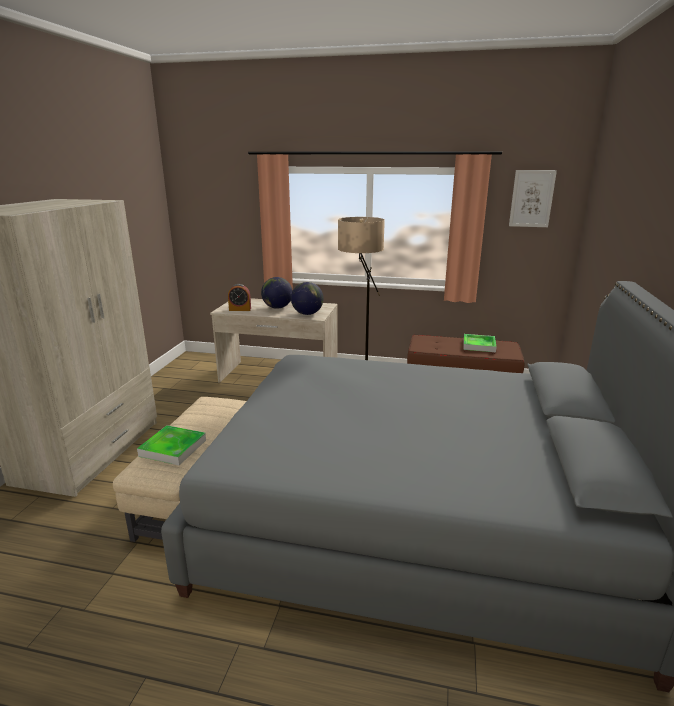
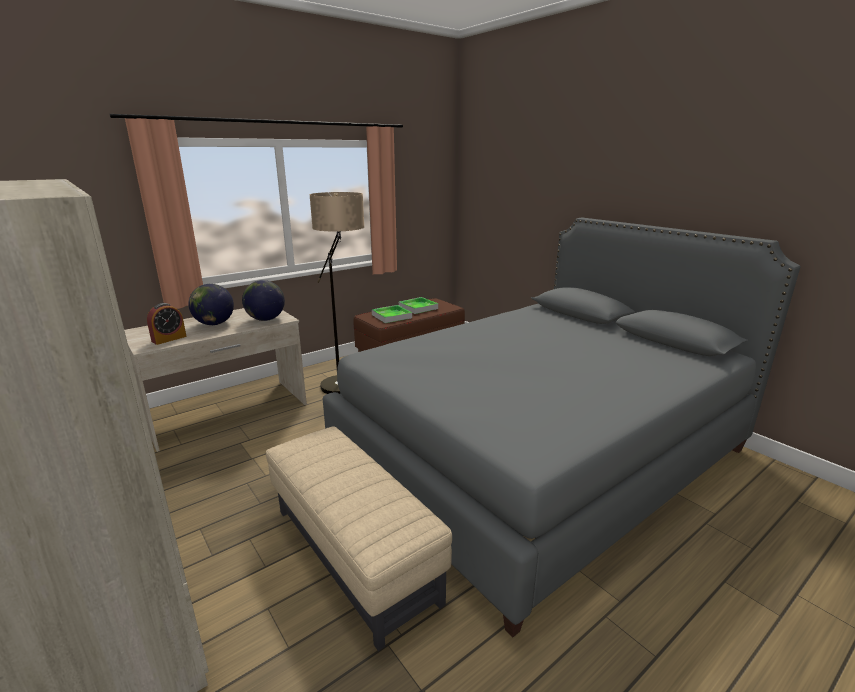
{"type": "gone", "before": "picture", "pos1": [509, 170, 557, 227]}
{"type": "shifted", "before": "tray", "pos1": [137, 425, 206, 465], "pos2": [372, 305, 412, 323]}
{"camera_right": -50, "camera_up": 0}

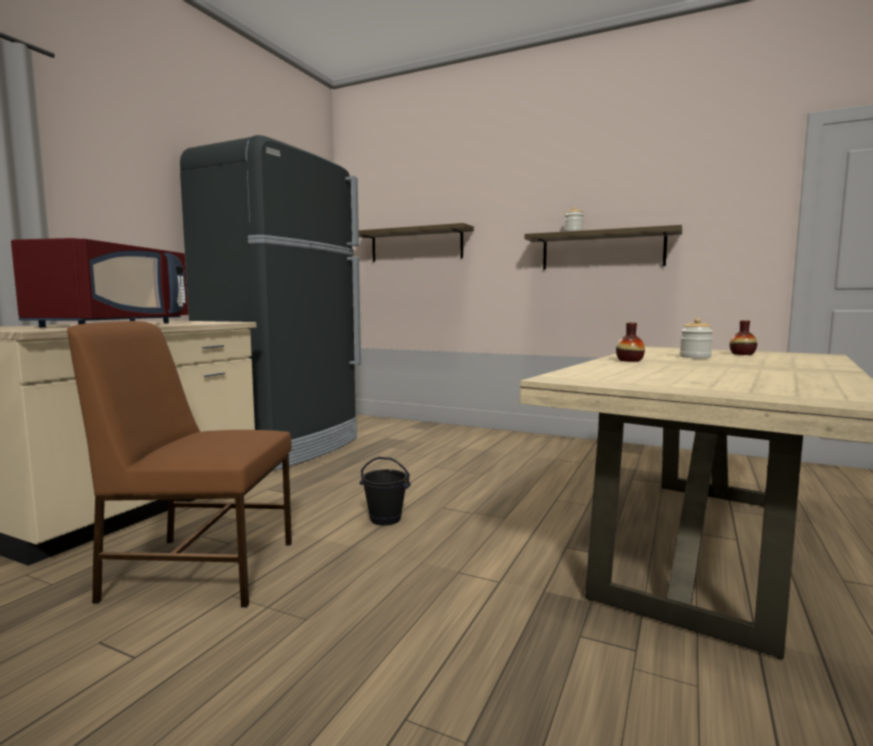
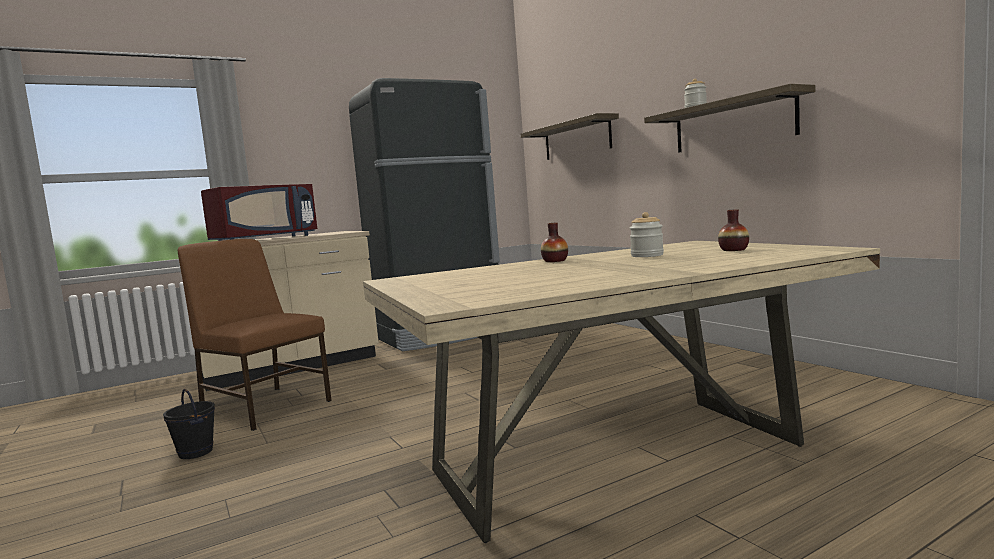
{"type": "shifted", "before": "bucket (black)", "pos1": [359, 457, 411, 525], "pos2": [163, 389, 215, 459]}
{"camera_right": 35, "camera_up": 0}

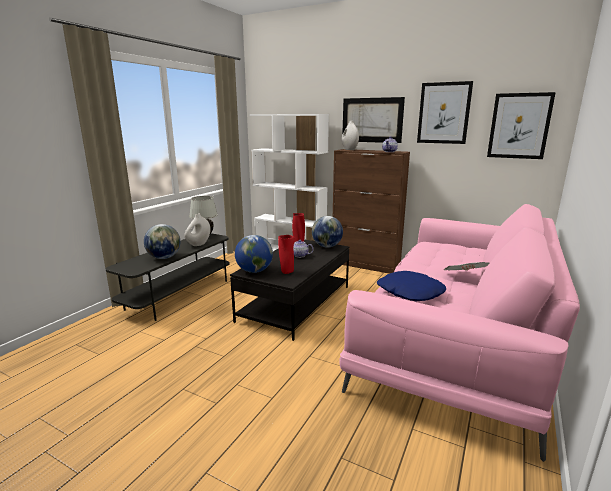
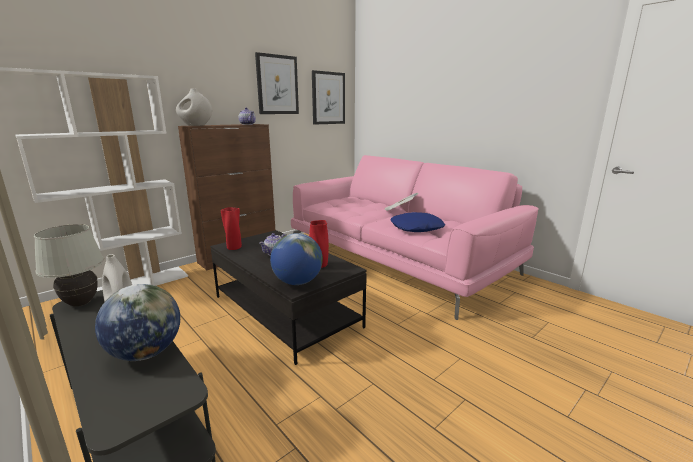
{"type": "gone", "before": "picture", "pos1": [342, 97, 405, 143]}
{"type": "gone", "before": "globe", "pos1": [312, 216, 343, 248]}
{"camera_right": -70, "camera_up": 0}

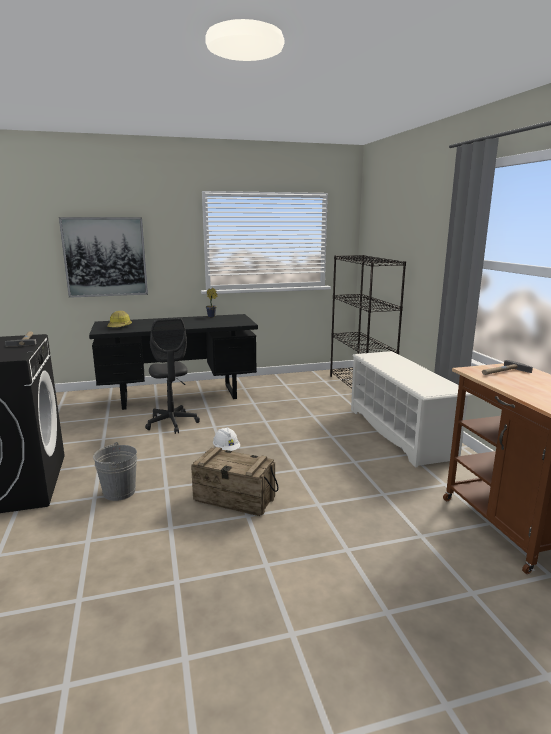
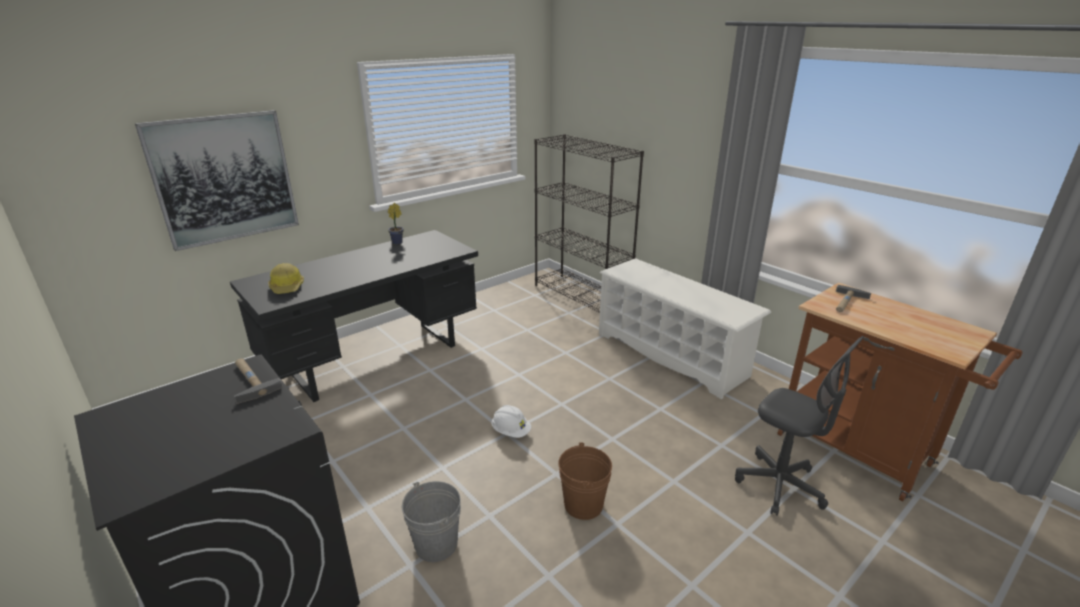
{"type": "shifted", "before": "office chair (grey)", "pos1": [145, 318, 200, 434], "pos2": [735, 336, 864, 516]}
{"type": "swapped", "before": "crate", "after": "bucket (brown)", "pos1": [191, 447, 279, 516], "pos2": [558, 442, 612, 520]}
{"camera_right": -25, "camera_up": 10}

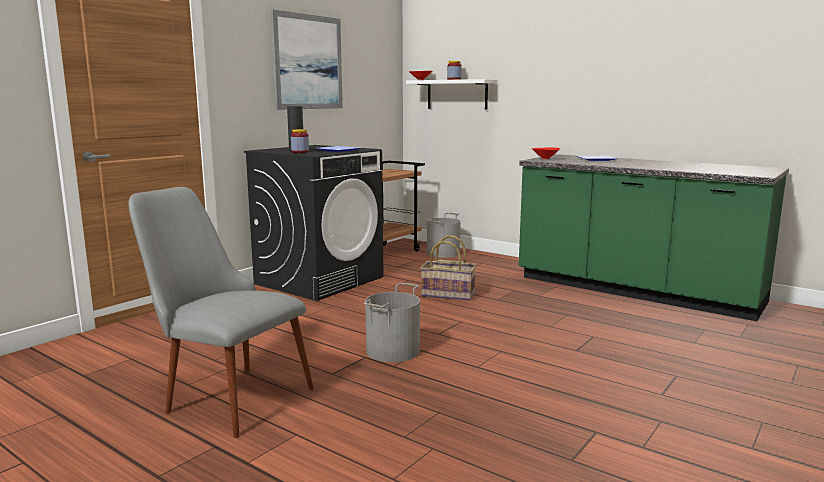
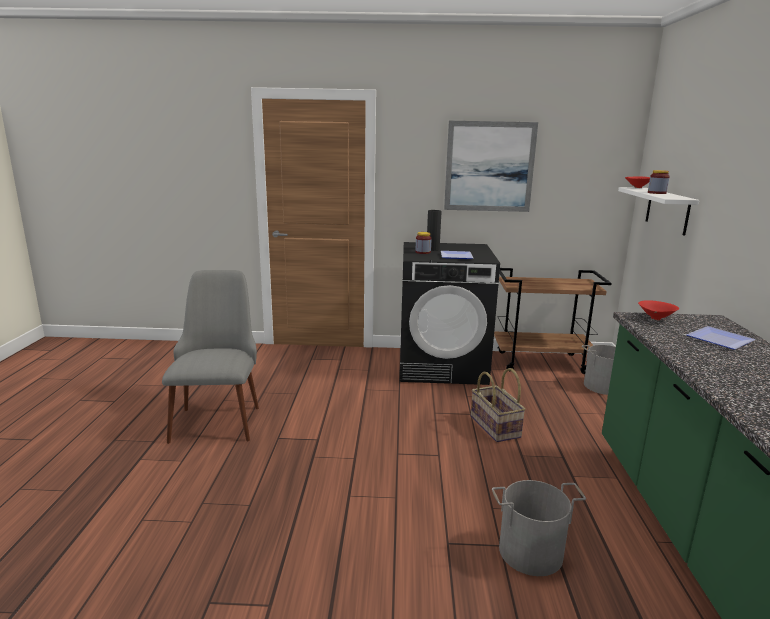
{"type": "shifted", "before": "bucket (grey)", "pos1": [364, 283, 420, 362], "pos2": [492, 480, 586, 576]}
{"camera_right": 55, "camera_up": 5}

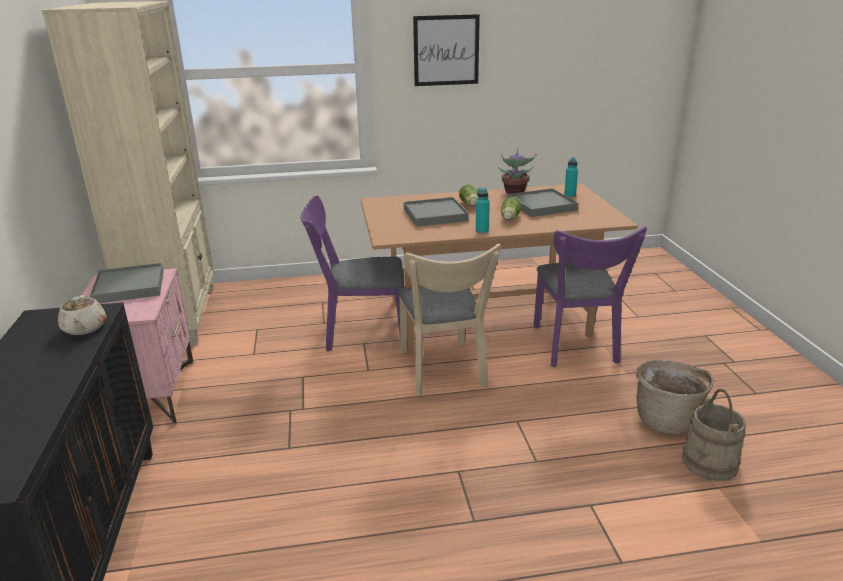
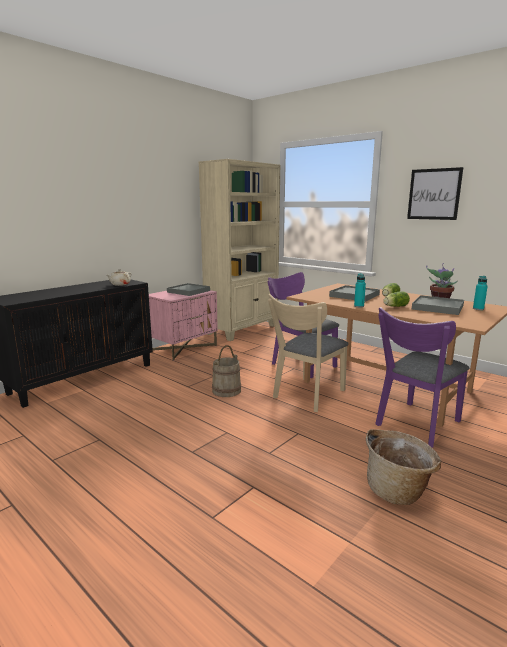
{"type": "shifted", "before": "bucket (beige)", "pos1": [682, 389, 746, 481], "pos2": [212, 345, 241, 397]}
{"camera_right": 50, "camera_up": -10}

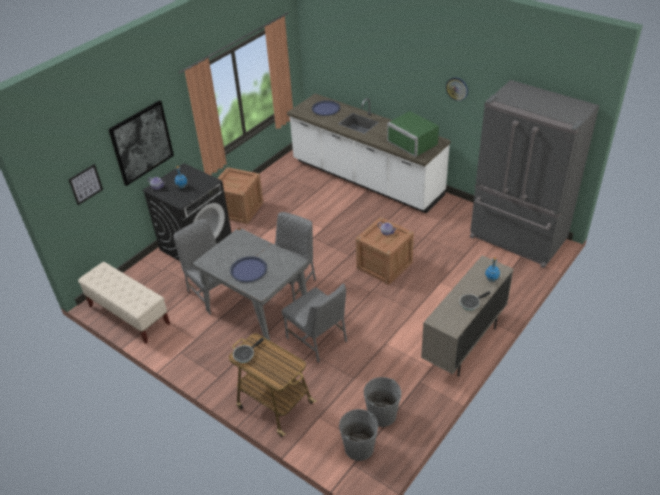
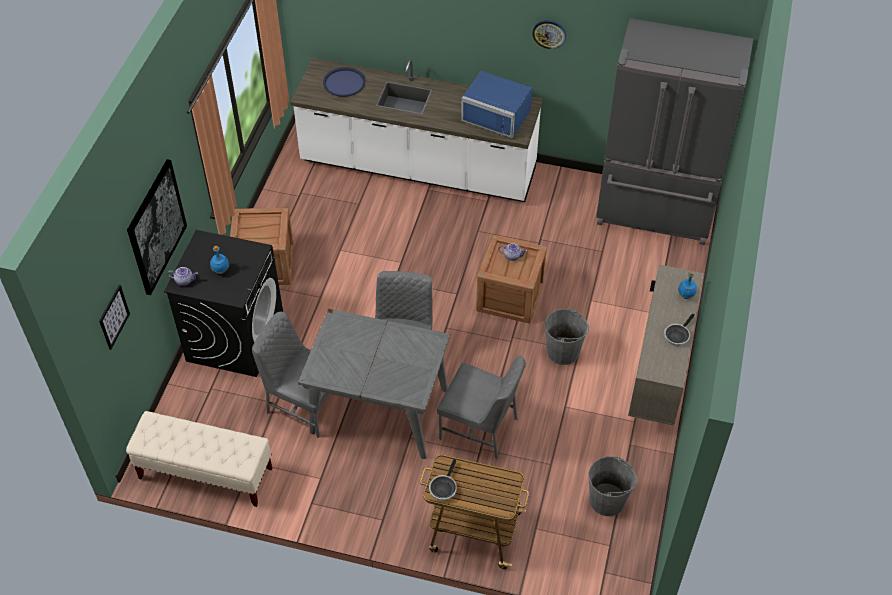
{"type": "repainted", "before": "microwave (green)", "after": "microwave (blue)", "pos1": [387, 111, 439, 157], "pos2": [461, 71, 532, 138]}
{"type": "gone", "before": "tray (blue)", "pos1": [230, 256, 267, 282]}
{"type": "shifted", "before": "bucket (grey)", "pos1": [339, 409, 378, 461], "pos2": [545, 309, 589, 365]}
{"camera_right": -25, "camera_up": 10}

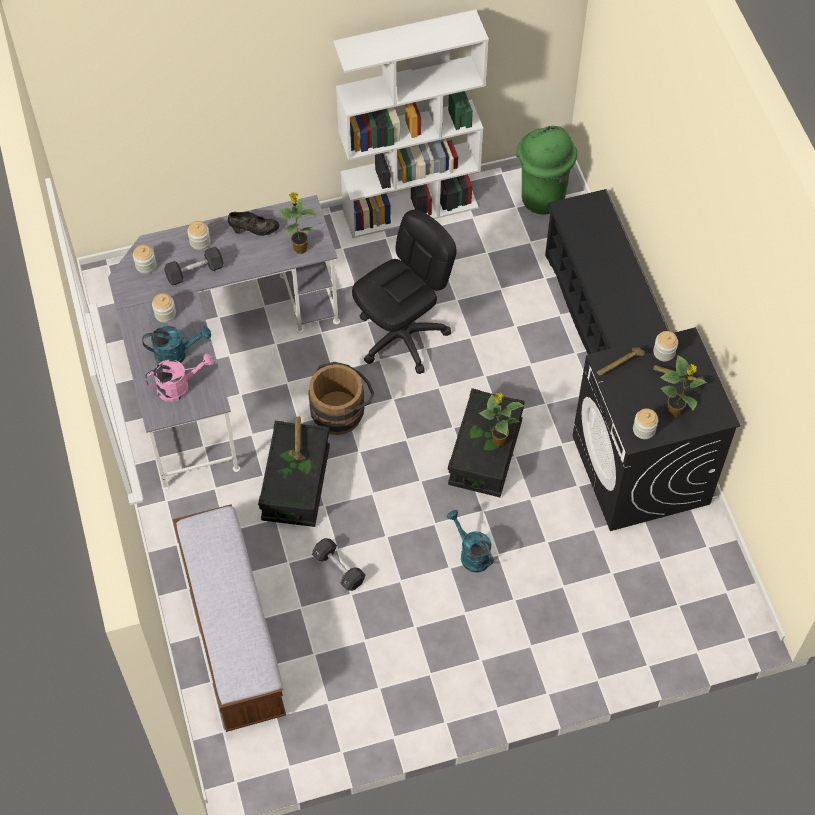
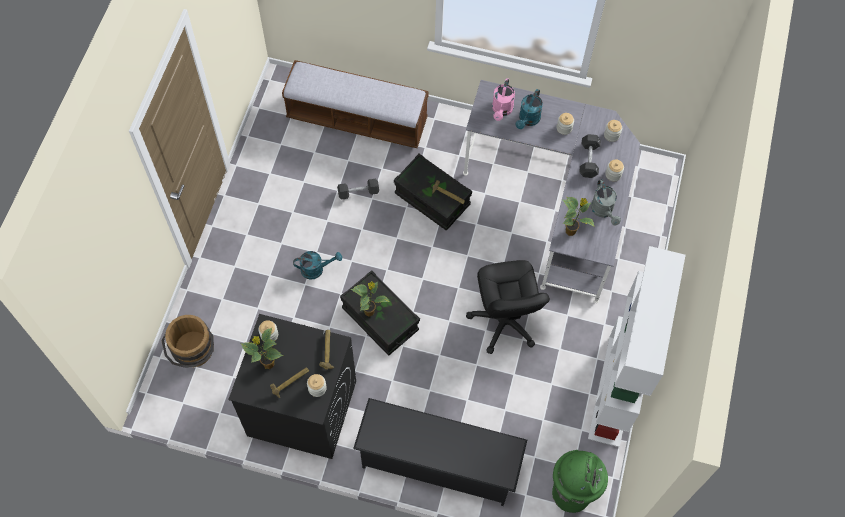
{"type": "swapped", "before": "shoe (black)", "after": "watering can (grey)", "pos1": [228, 211, 279, 236], "pos2": [591, 179, 621, 225]}
{"type": "shifted", "before": "bucket (brown)", "pos1": [308, 362, 374, 435], "pos2": [162, 315, 214, 368]}
{"camera_right": 120, "camera_up": 5}

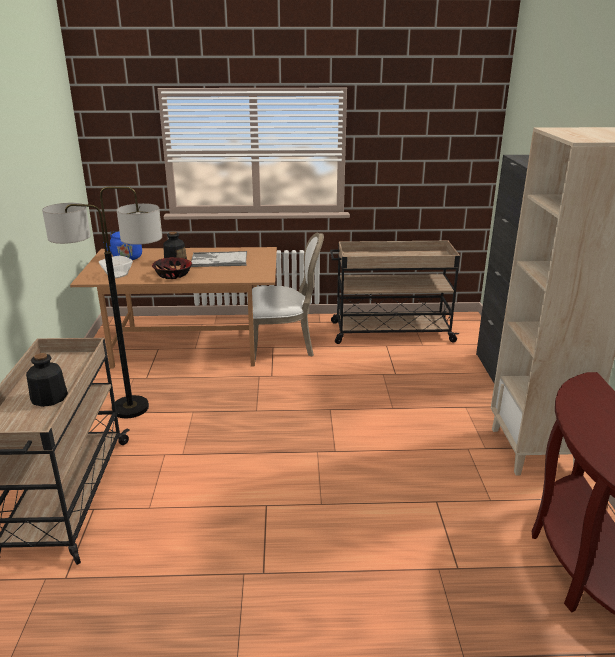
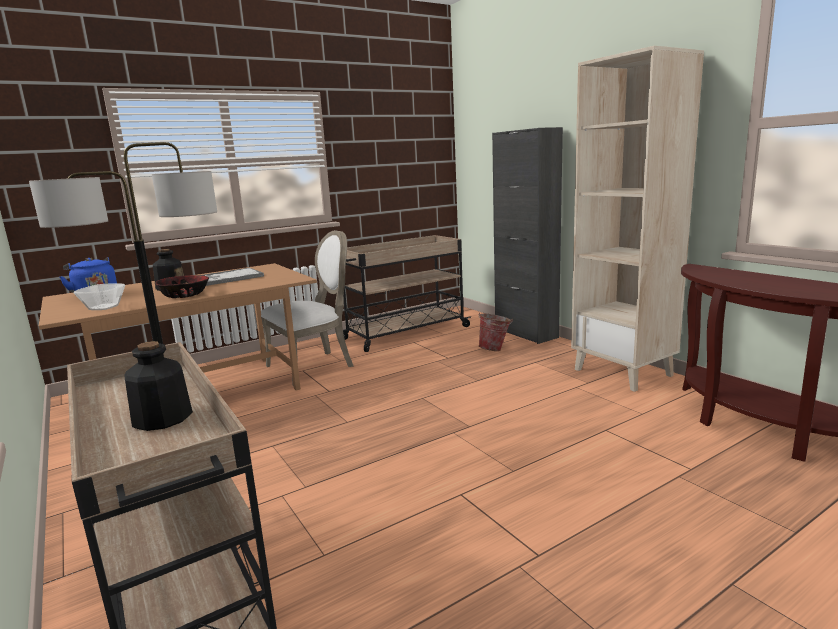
{"type": "new", "after": "bucket", "pos2": [479, 312, 513, 351]}
{"camera_right": -30, "camera_up": -10}

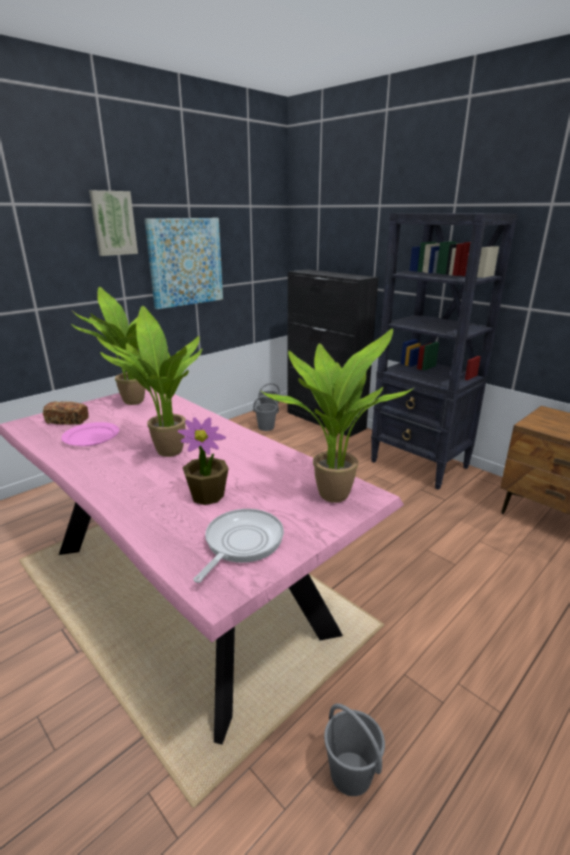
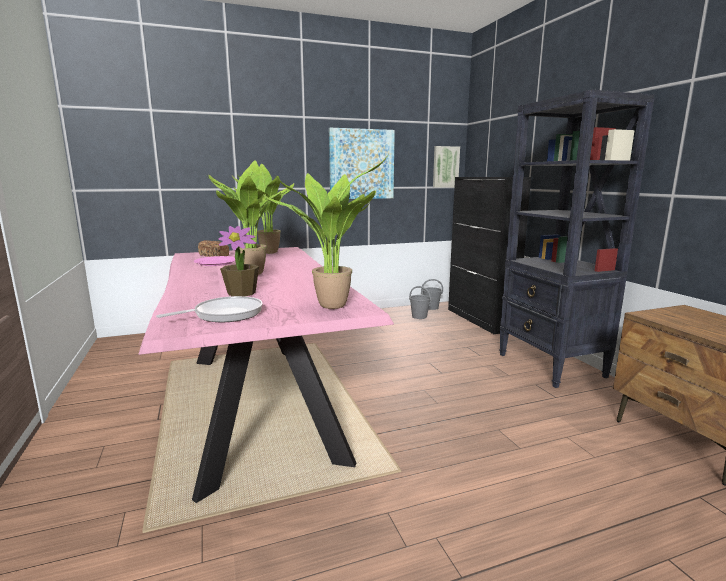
{"type": "shifted", "before": "picture", "pos1": [89, 190, 138, 256], "pos2": [433, 146, 460, 188]}
{"type": "gone", "before": "bucket (grey)", "pos1": [324, 704, 385, 796]}
{"camera_right": 25, "camera_up": -10}

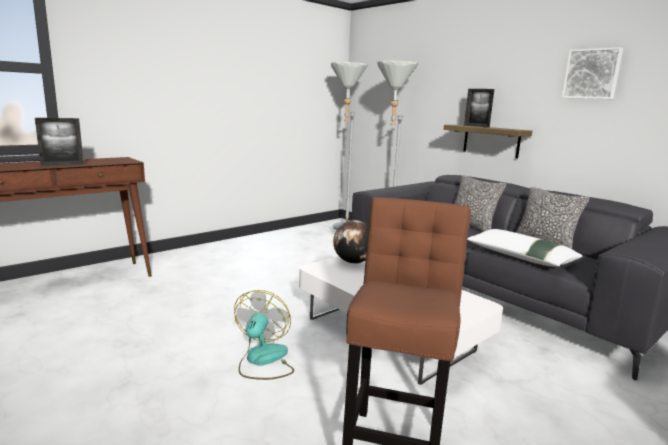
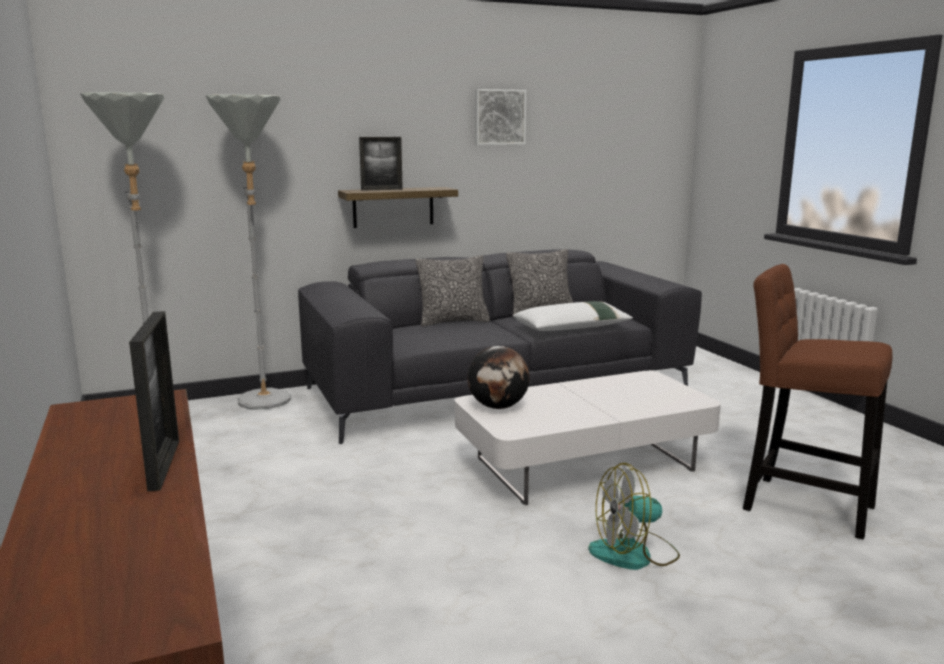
{"type": "rotated", "before": "fan", "pos1": [234, 290, 294, 380], "pos2": [588, 463, 680, 570], "turn": -45}
{"camera_right": -70, "camera_up": 0}

